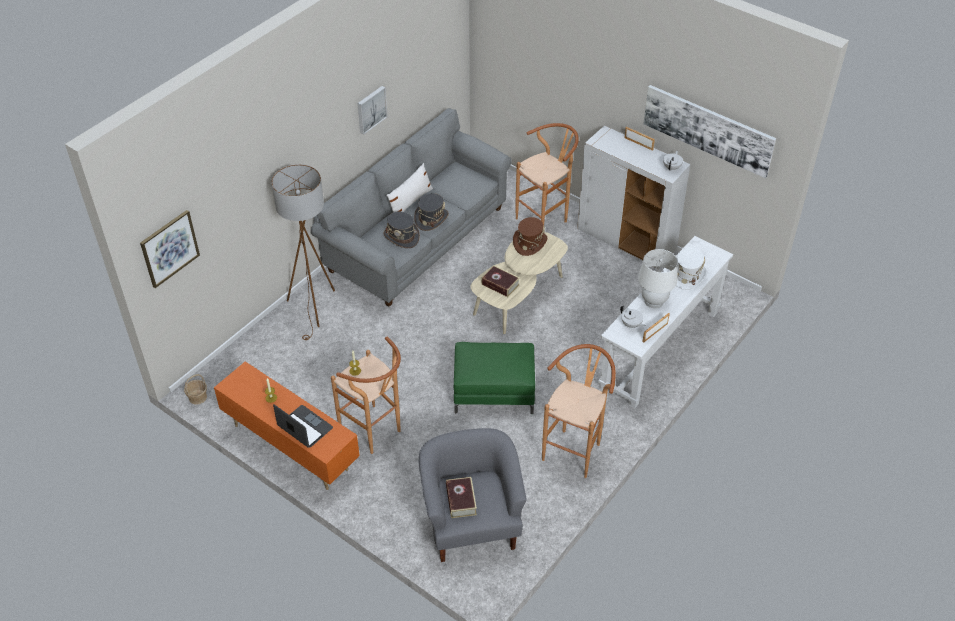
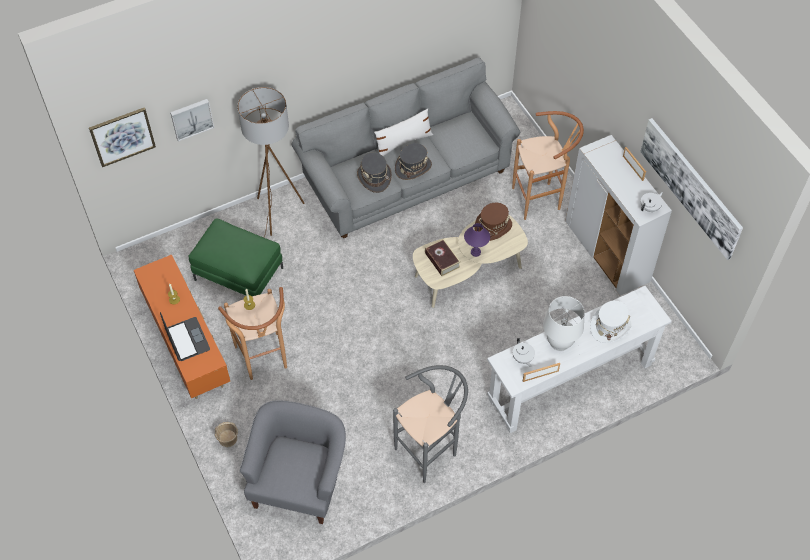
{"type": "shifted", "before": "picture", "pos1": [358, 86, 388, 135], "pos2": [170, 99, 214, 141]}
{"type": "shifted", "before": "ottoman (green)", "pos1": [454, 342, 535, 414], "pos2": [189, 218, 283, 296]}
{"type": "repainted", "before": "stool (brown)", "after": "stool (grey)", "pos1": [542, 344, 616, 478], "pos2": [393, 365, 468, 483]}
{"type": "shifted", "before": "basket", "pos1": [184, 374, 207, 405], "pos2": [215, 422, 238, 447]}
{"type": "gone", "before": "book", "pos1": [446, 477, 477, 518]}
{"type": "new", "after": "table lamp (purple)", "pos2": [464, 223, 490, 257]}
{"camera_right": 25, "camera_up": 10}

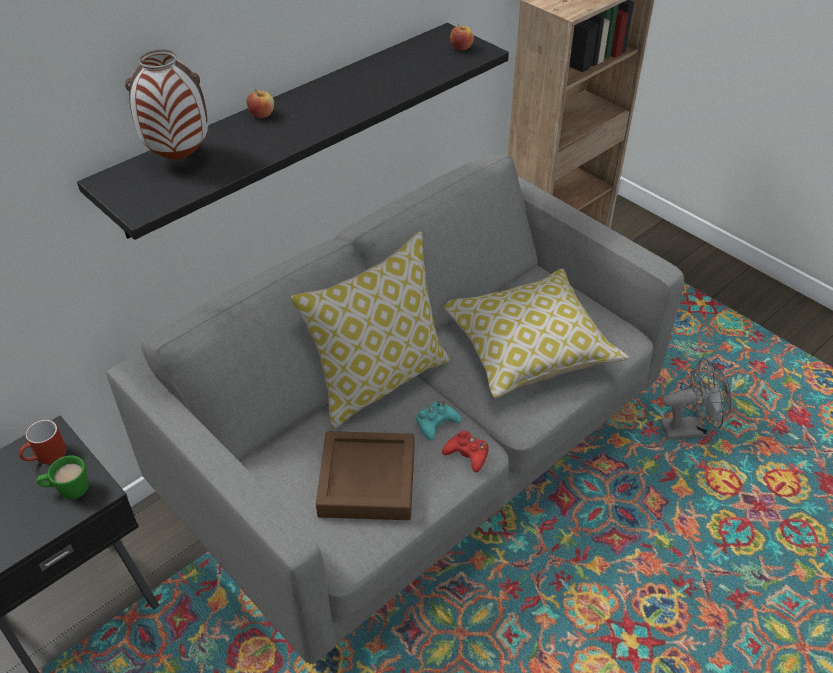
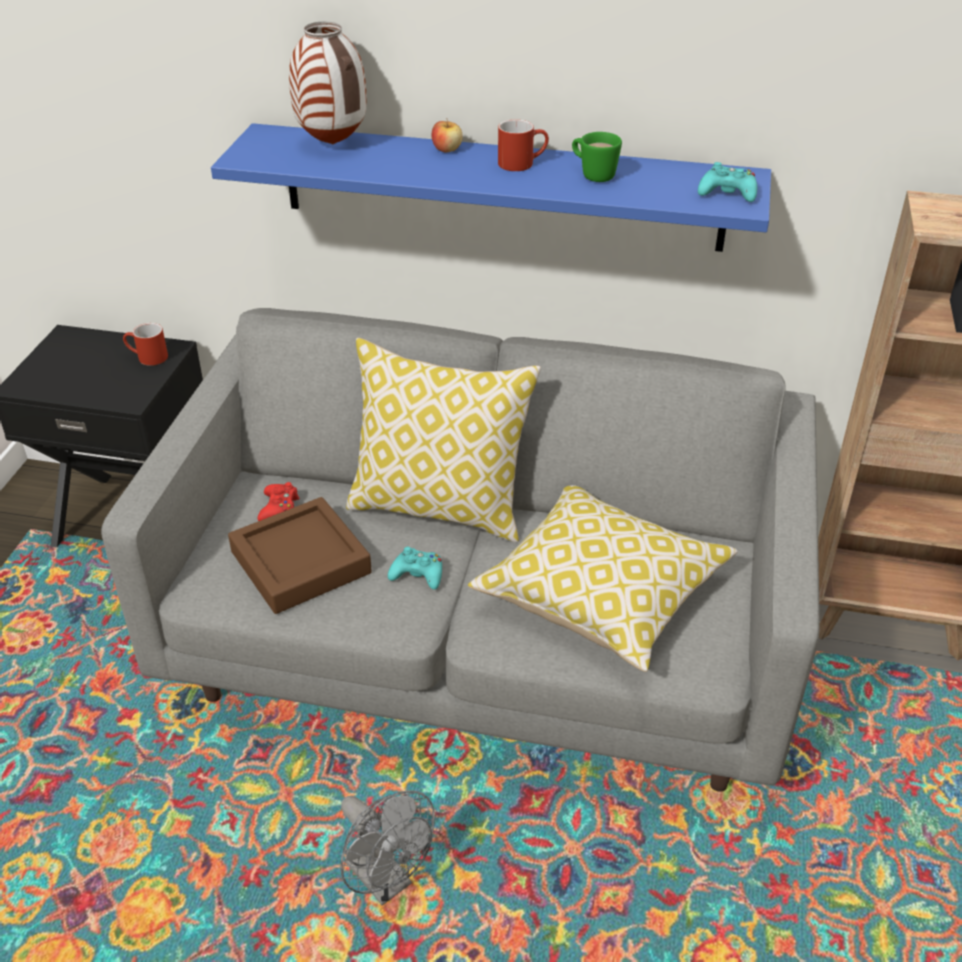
{"type": "repainted", "before": "shelf (black)", "after": "shelf (blue)", "pos1": [77, 23, 509, 240], "pos2": [211, 123, 771, 252]}
{"type": "swapped", "before": "apple", "after": "game controller (turquoise)", "pos1": [450, 25, 474, 51], "pos2": [698, 162, 757, 202]}
{"type": "shifted", "before": "fan (grey)", "pos1": [660, 357, 732, 440], "pos2": [340, 790, 435, 905]}
{"type": "shifted", "before": "game controller (red)", "pos1": [442, 430, 489, 472], "pos2": [258, 482, 299, 521]}
{"type": "shifted", "before": "mug (green)", "pos1": [36, 455, 89, 499], "pos2": [572, 132, 622, 182]}
{"type": "new", "after": "mug (red)", "pos2": [498, 119, 549, 171]}
{"camera_right": 55, "camera_up": -5}

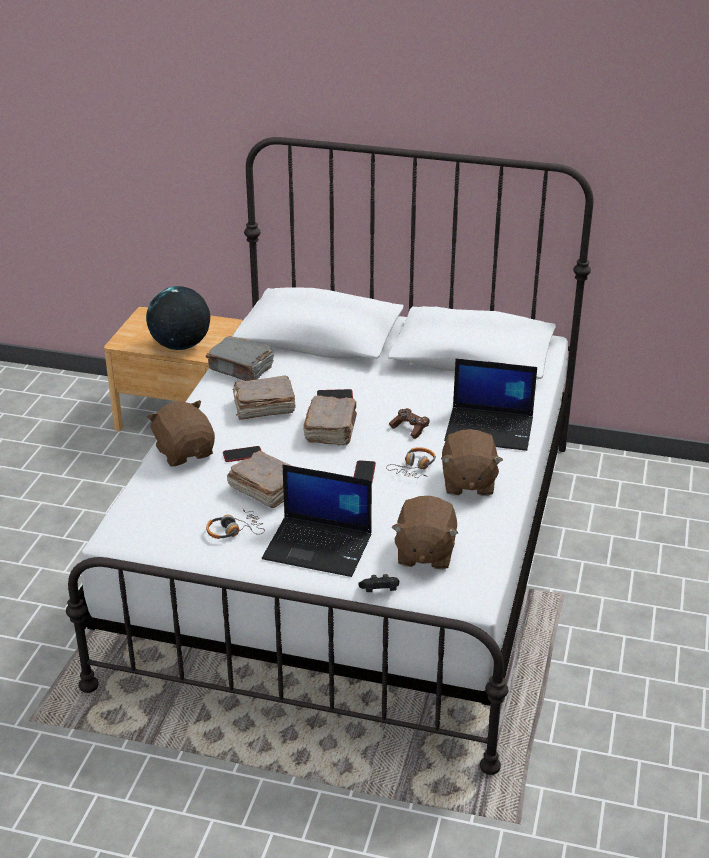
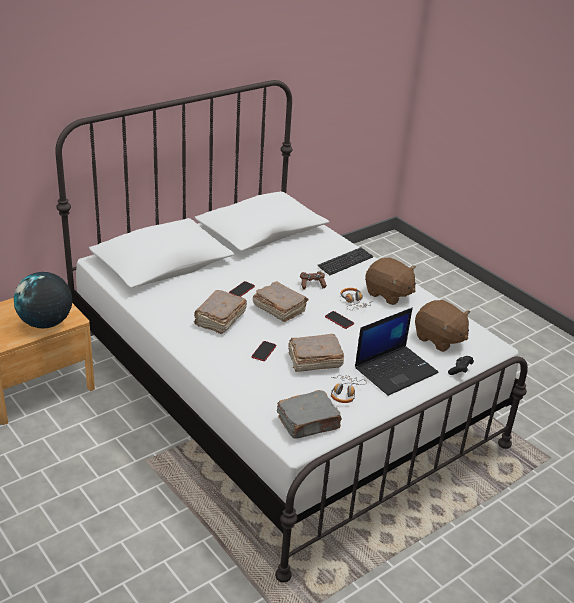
{"type": "shifted", "before": "book (grey)", "pos1": [206, 336, 274, 381], "pos2": [277, 390, 342, 439]}
{"type": "swapped", "before": "laptop", "after": "keyboard", "pos1": [444, 359, 537, 451], "pos2": [318, 247, 373, 275]}
{"type": "gone", "before": "plush toy (brown)", "pos1": [147, 400, 215, 467]}
{"camera_right": -55, "camera_up": 0}

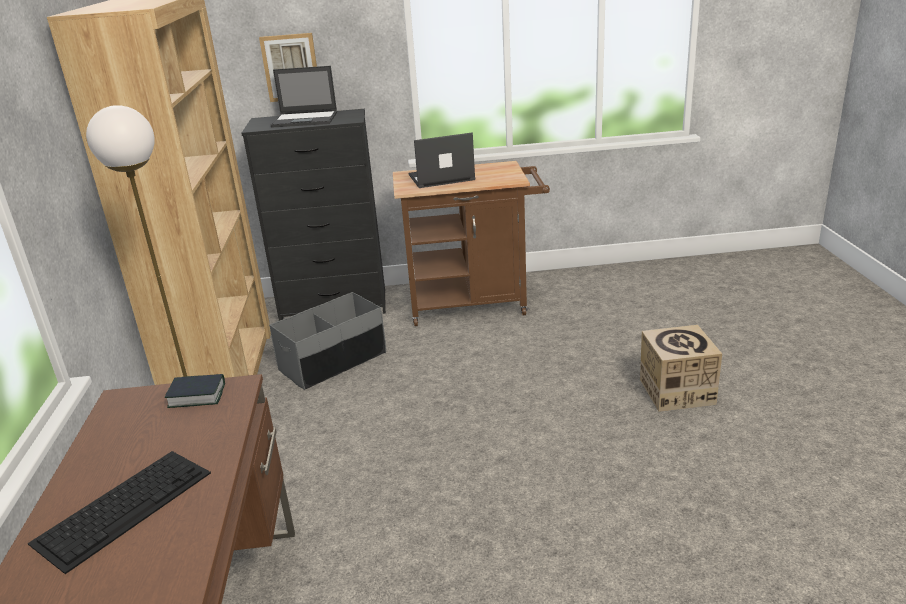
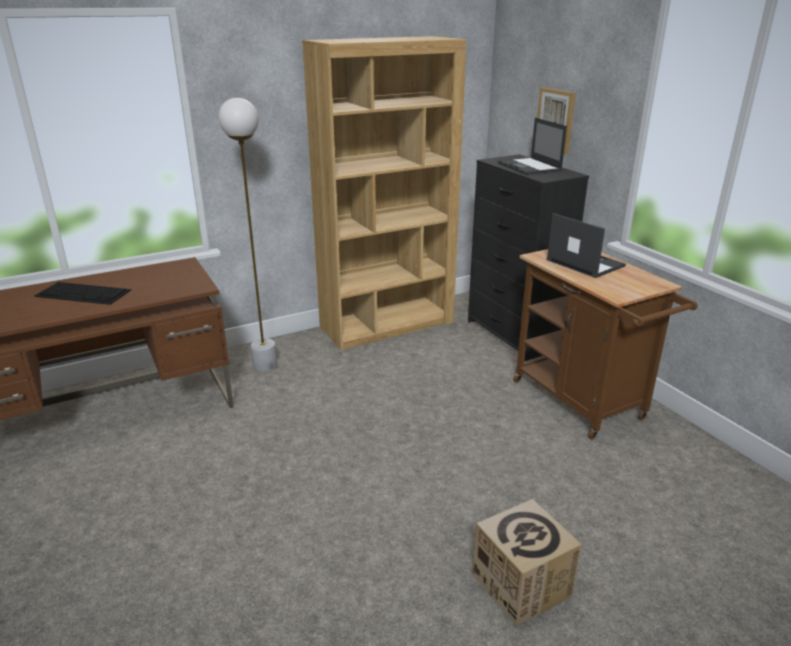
{"type": "gone", "before": "storage box (grey)", "pos1": [269, 292, 386, 390]}
{"type": "gone", "before": "book", "pos1": [165, 374, 225, 408]}
{"camera_right": 65, "camera_up": 0}

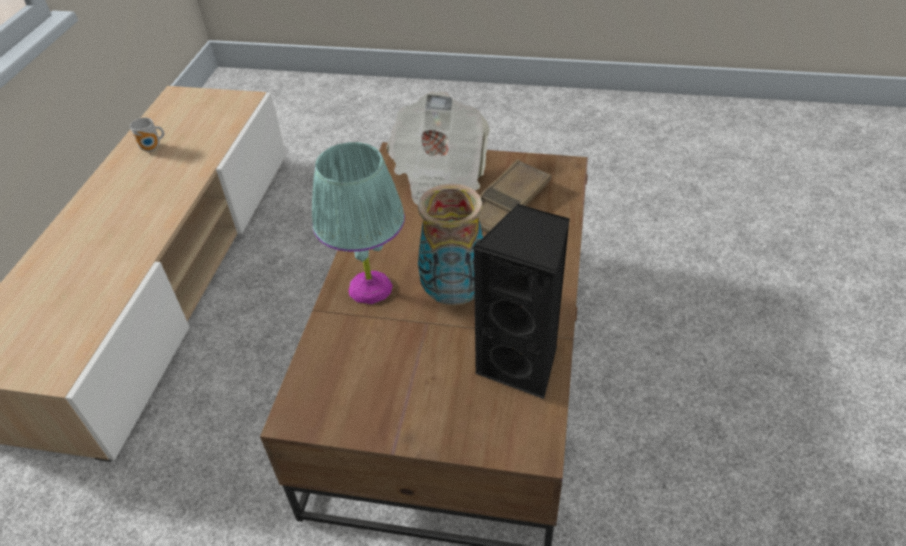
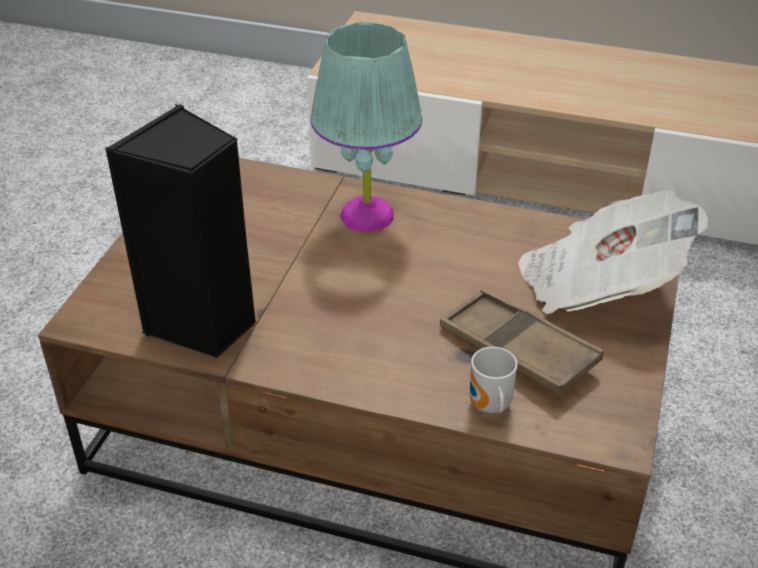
{"type": "shifted", "before": "mug", "pos1": [130, 118, 164, 152], "pos2": [470, 347, 517, 413]}
{"type": "gone", "before": "vase", "pos1": [418, 184, 483, 305]}
{"camera_right": 95, "camera_up": -5}

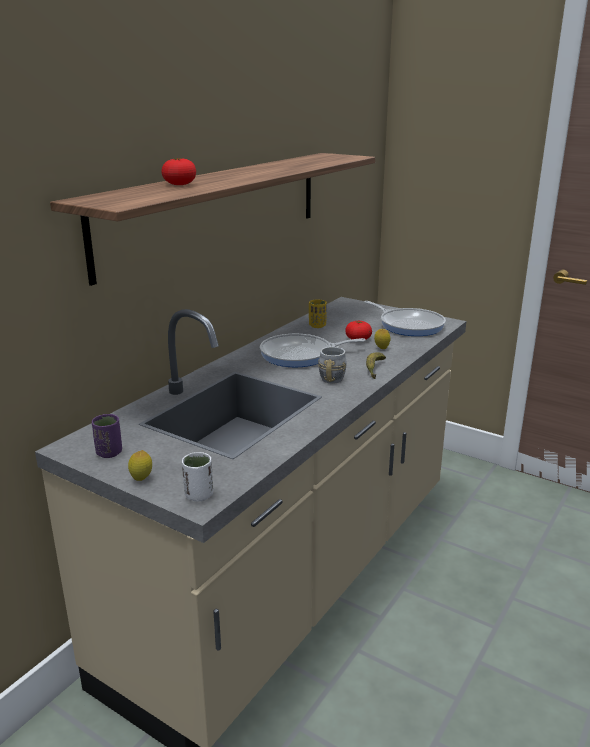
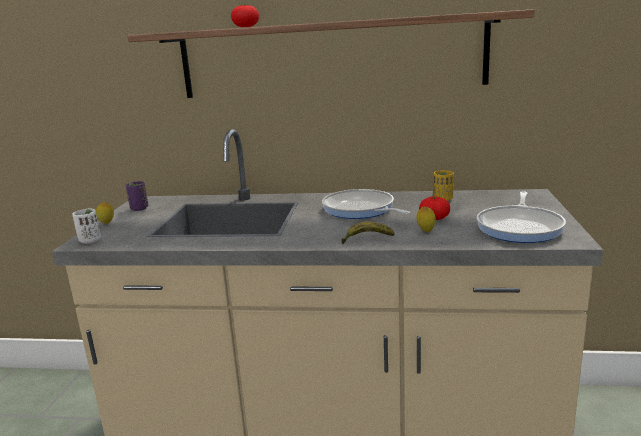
{"type": "gone", "before": "mug (grey)", "pos1": [318, 346, 347, 384]}
{"camera_right": 65, "camera_up": -5}

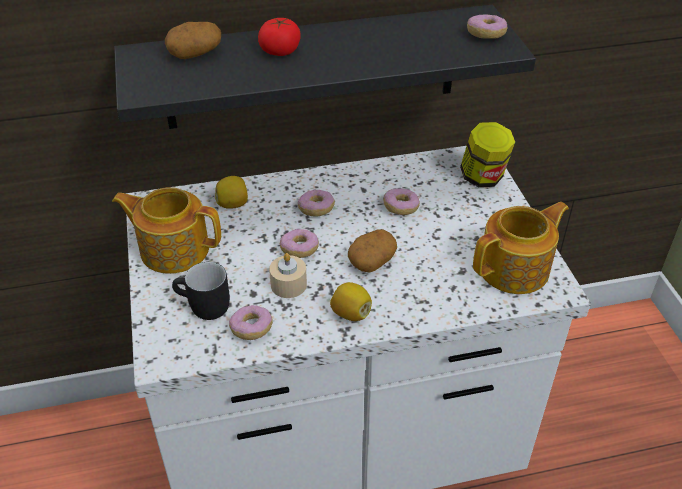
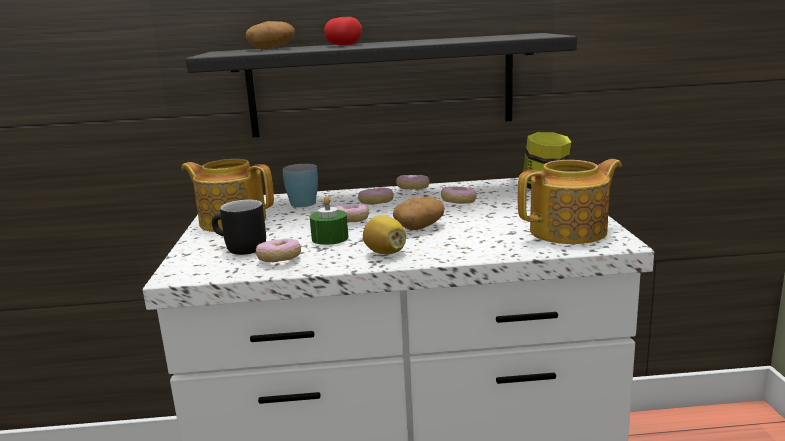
{"type": "shifted", "before": "donut", "pos1": [467, 14, 508, 39], "pos2": [396, 175, 430, 189]}
{"type": "swapped", "before": "lemon", "after": "mug (blue)", "pos1": [215, 176, 248, 209], "pos2": [283, 164, 318, 207]}
{"type": "repainted", "before": "candle (beige)", "after": "candle (green)", "pos1": [269, 253, 307, 298], "pos2": [310, 196, 349, 245]}
{"camera_right": 10, "camera_up": -25}

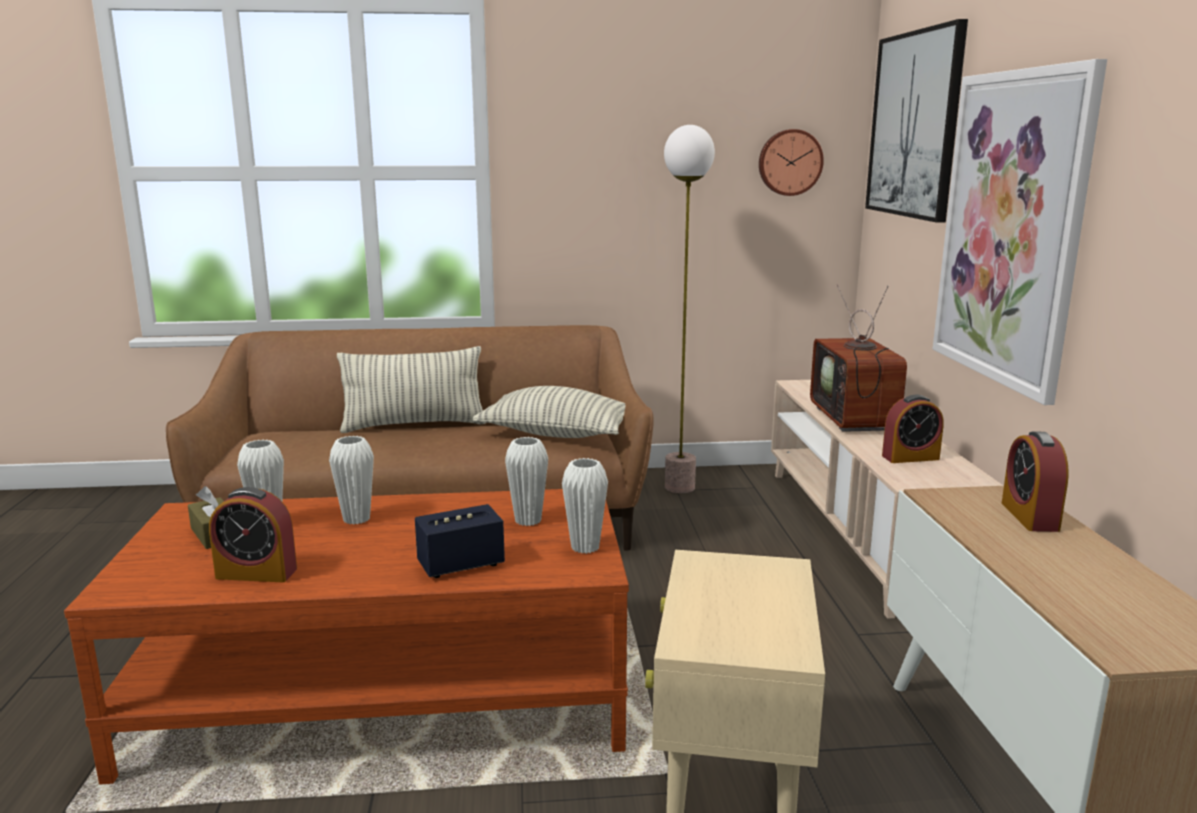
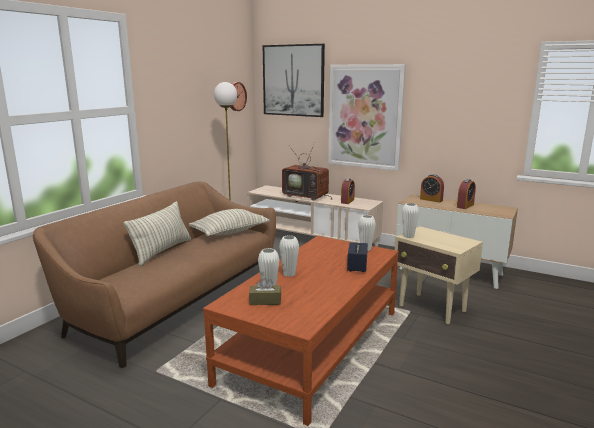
{"type": "shifted", "before": "vase (white)", "pos1": [505, 437, 548, 526], "pos2": [402, 203, 419, 238]}
{"type": "shifted", "before": "alarm clock", "pos1": [209, 487, 297, 582], "pos2": [457, 179, 476, 209]}
{"camera_right": -55, "camera_up": 0}

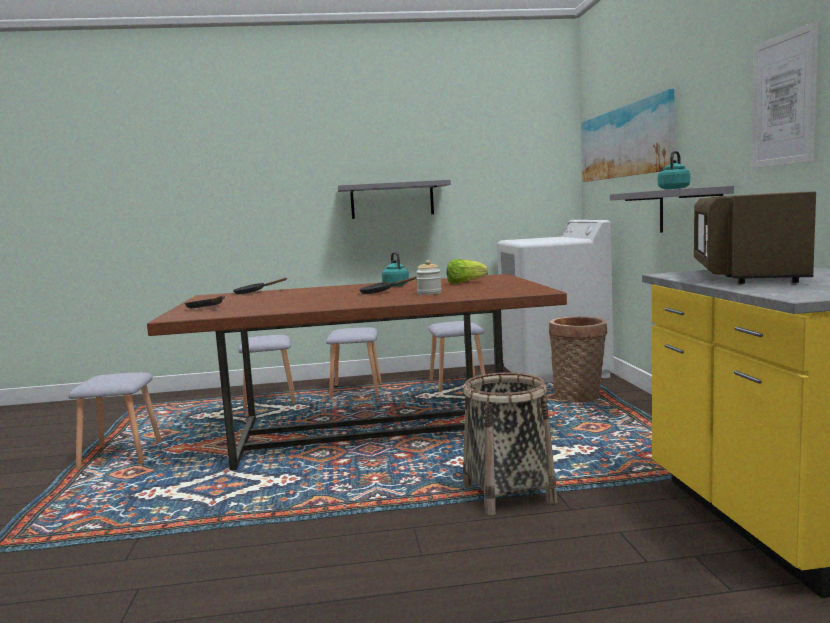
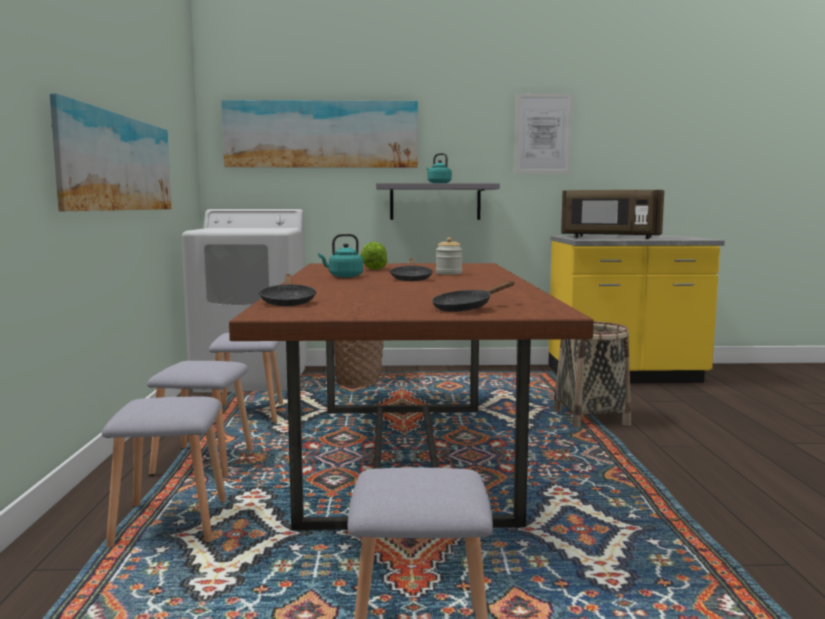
{"type": "swapped", "before": "shelf (grey)", "after": "picture", "pos1": [338, 180, 451, 219], "pos2": [50, 93, 171, 211]}
{"camera_right": -85, "camera_up": 0}

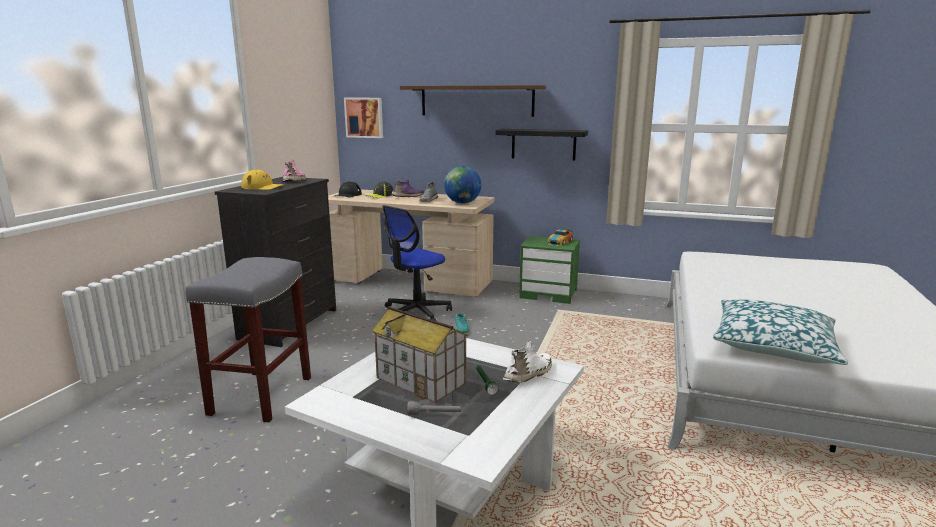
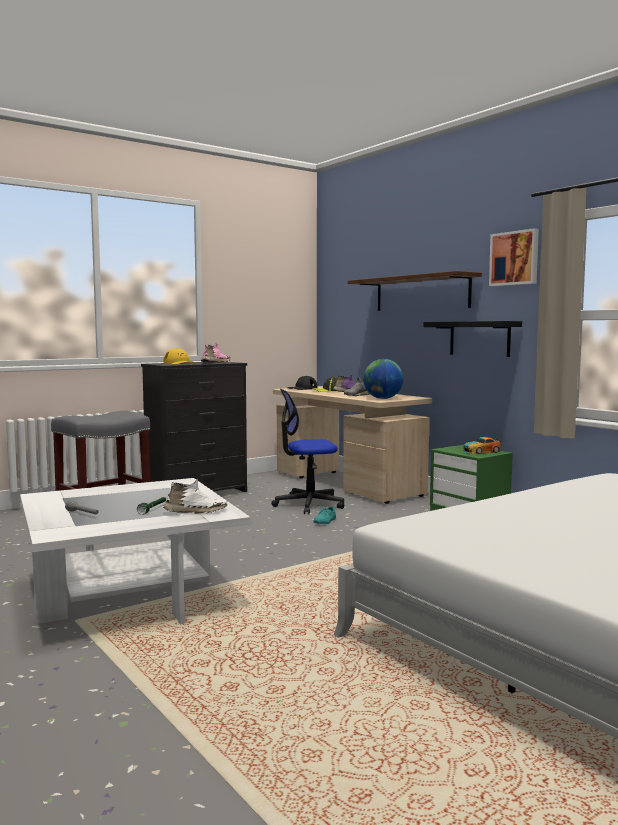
{"type": "shifted", "before": "picture", "pos1": [344, 98, 383, 138], "pos2": [489, 228, 539, 286]}
{"type": "gone", "before": "pillow", "pos1": [713, 300, 848, 365]}
{"type": "gone", "before": "toy house", "pos1": [372, 306, 468, 403]}
{"camera_right": 35, "camera_up": -10}

